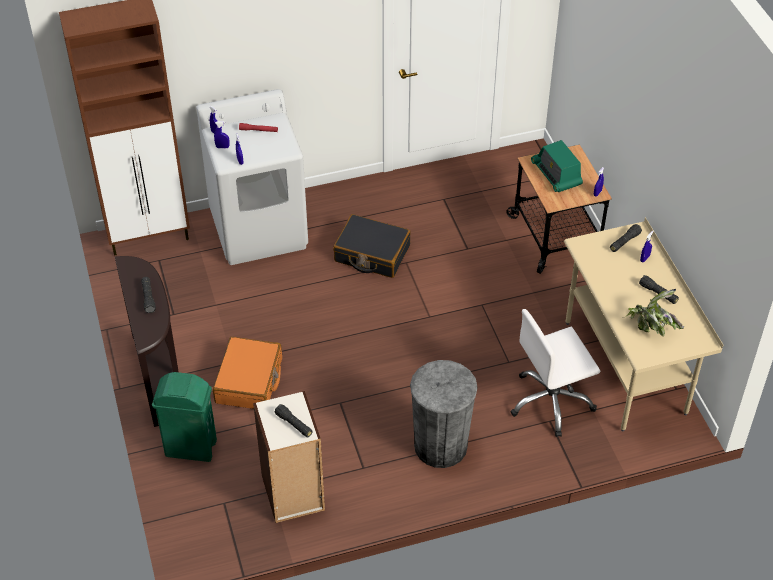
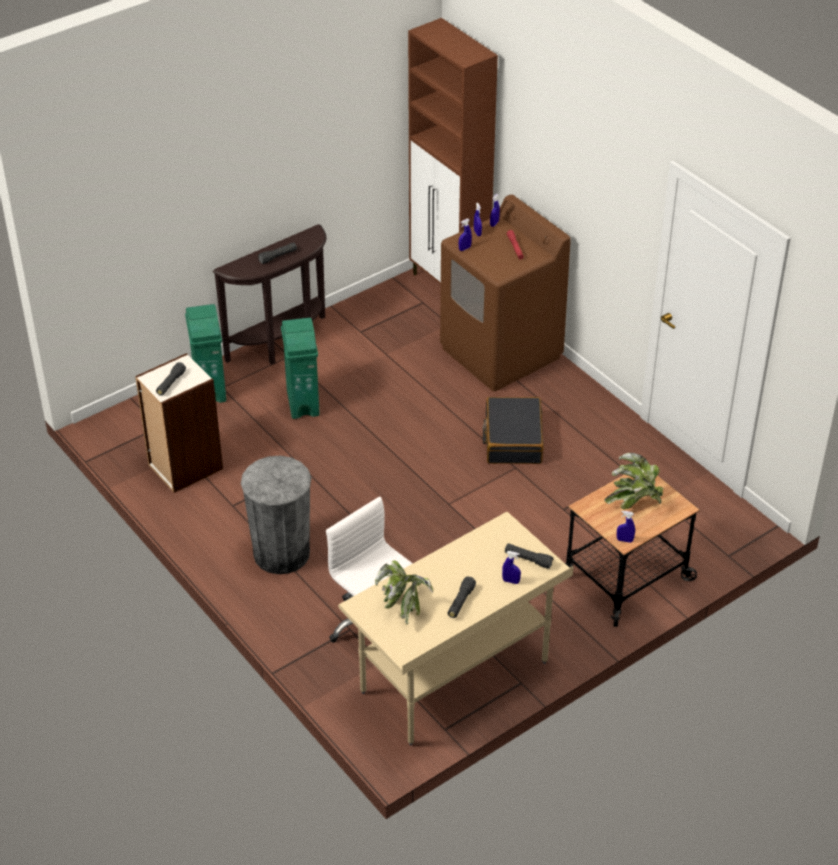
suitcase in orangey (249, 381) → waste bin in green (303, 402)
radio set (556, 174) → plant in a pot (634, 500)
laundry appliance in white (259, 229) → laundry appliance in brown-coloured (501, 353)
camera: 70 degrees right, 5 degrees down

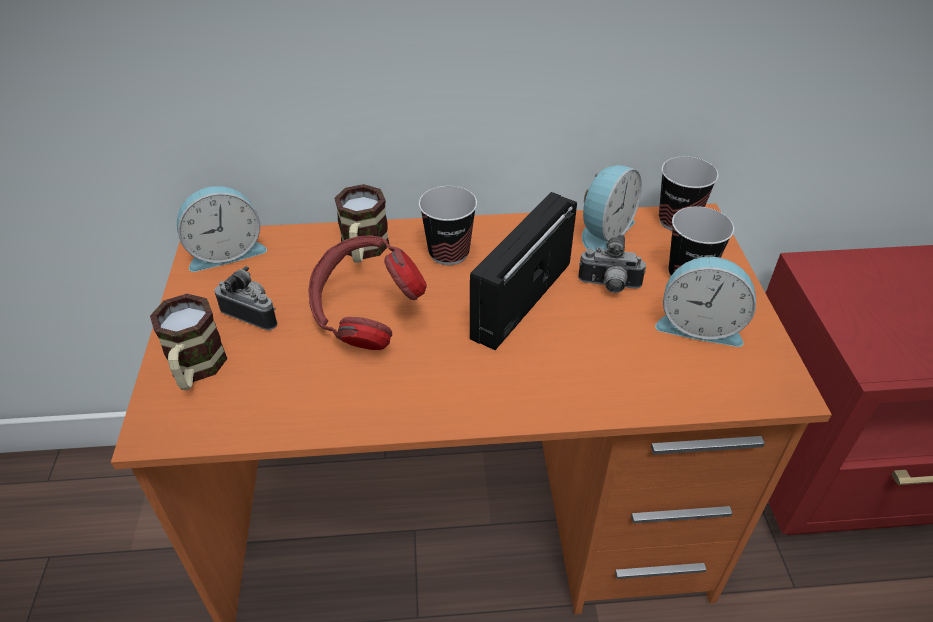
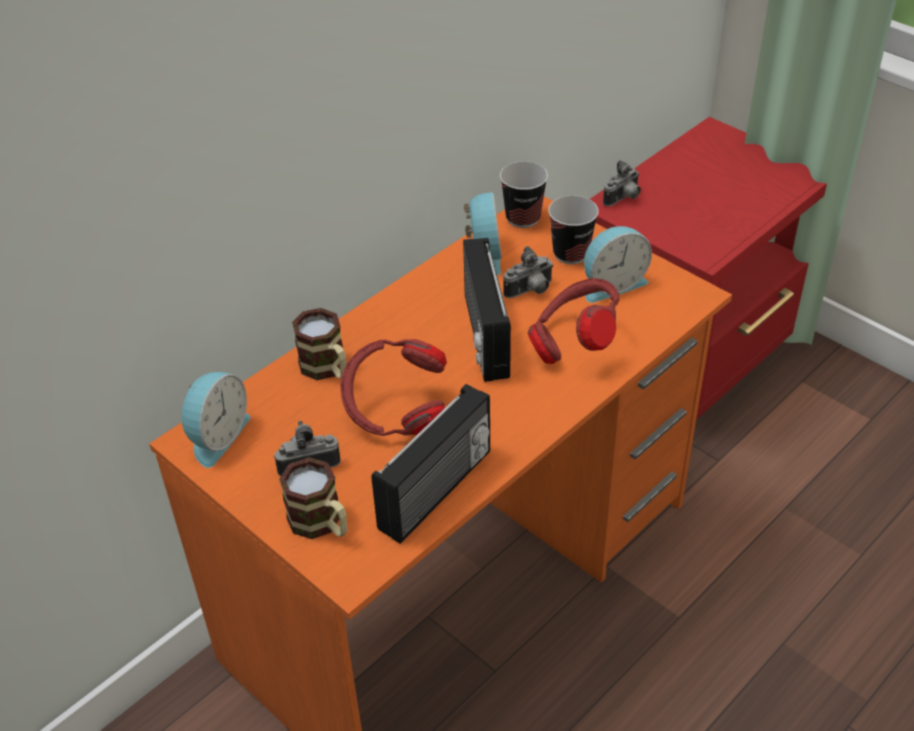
cup (449, 253) → -
- → radio set (438, 491)
- → pair of headphones in red (574, 343)
- → photo camera (623, 199)
camera: 40 degrees left, 0 degrees up

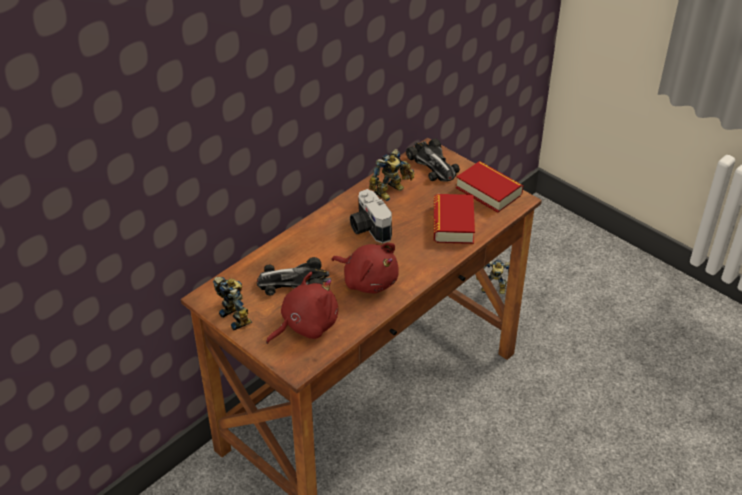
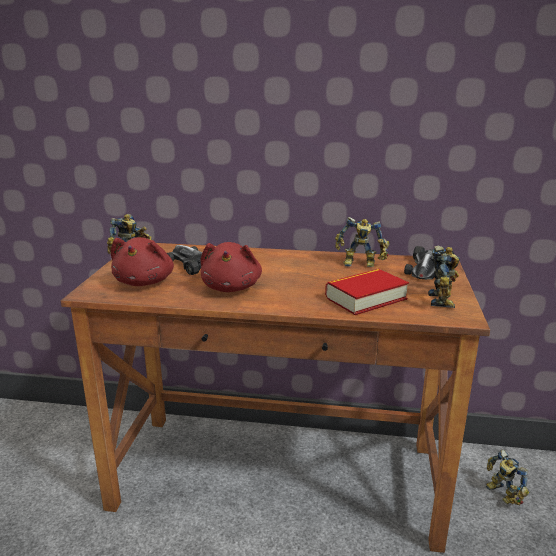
photo camera (368, 228) → -
book (488, 191) → model robot (444, 300)
soft toy in red (306, 325) → soft toy in red (145, 282), 75 degrees clockwise
camera: 55 degrees right, 20 degrees down

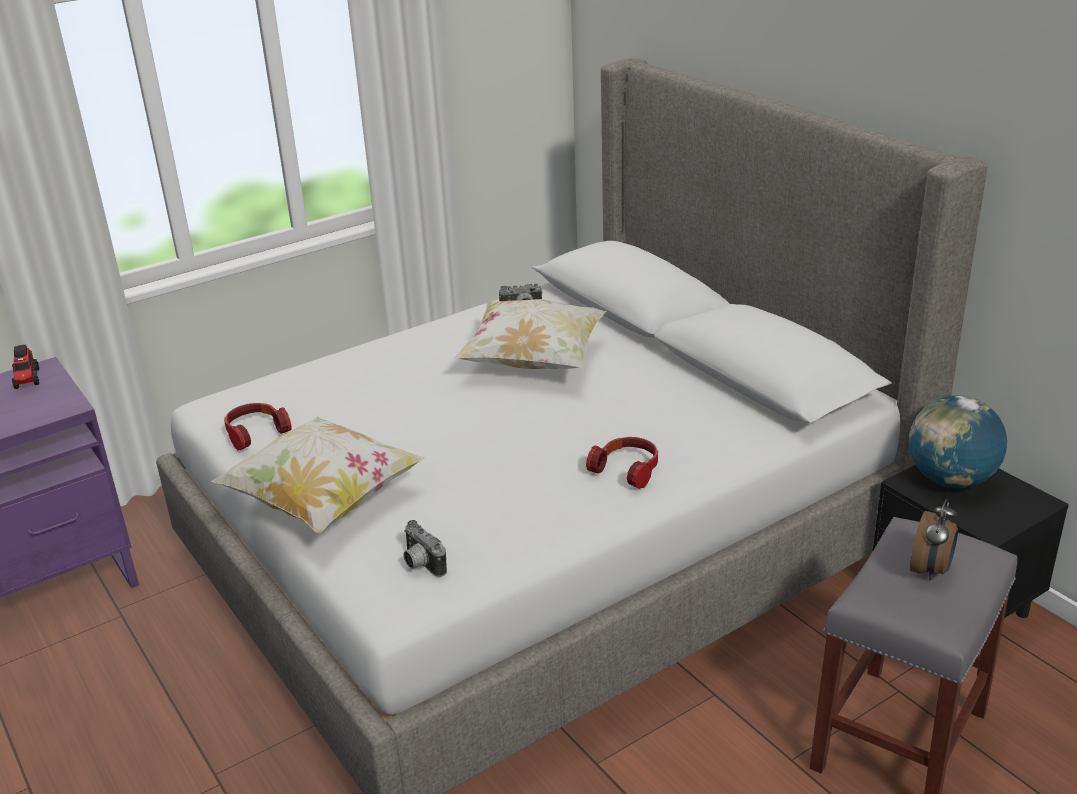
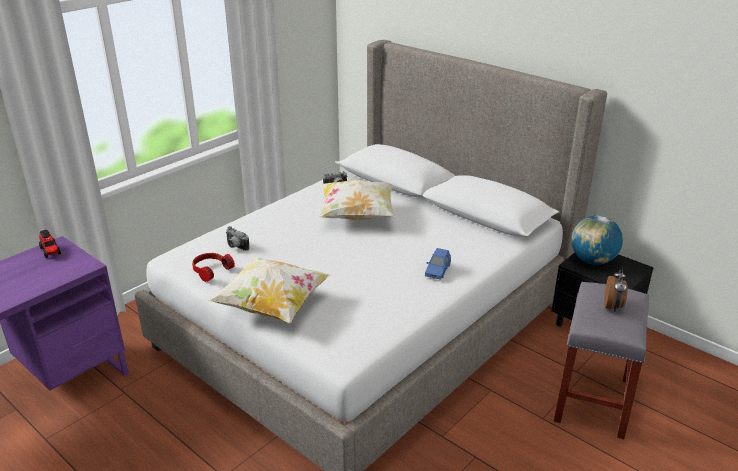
photo camera (420, 564) → photo camera (235, 247), moved
pair of headphones (627, 469) → model car in blue-coloured (437, 270)
camera: 15 degrees left, 0 degrees up

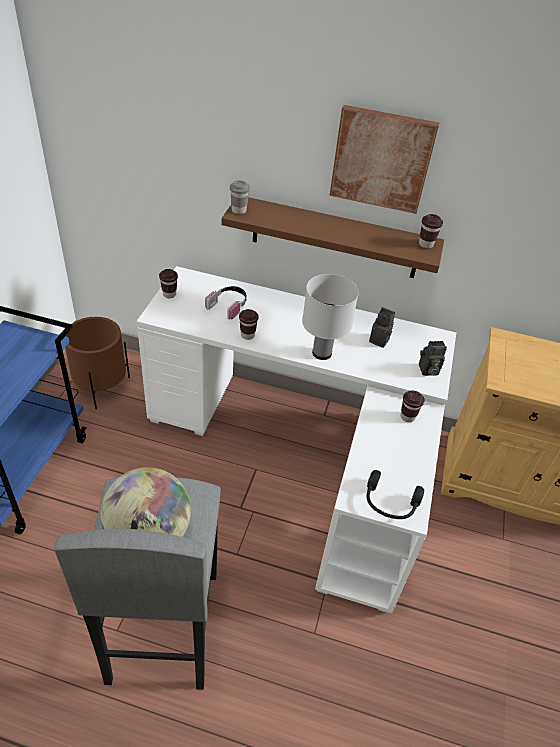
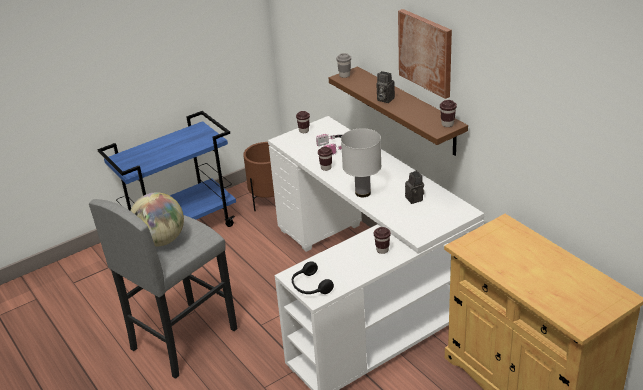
photo camera (427, 370) → photo camera (384, 99), moved
camera: 45 degrees right, 10 degrees down

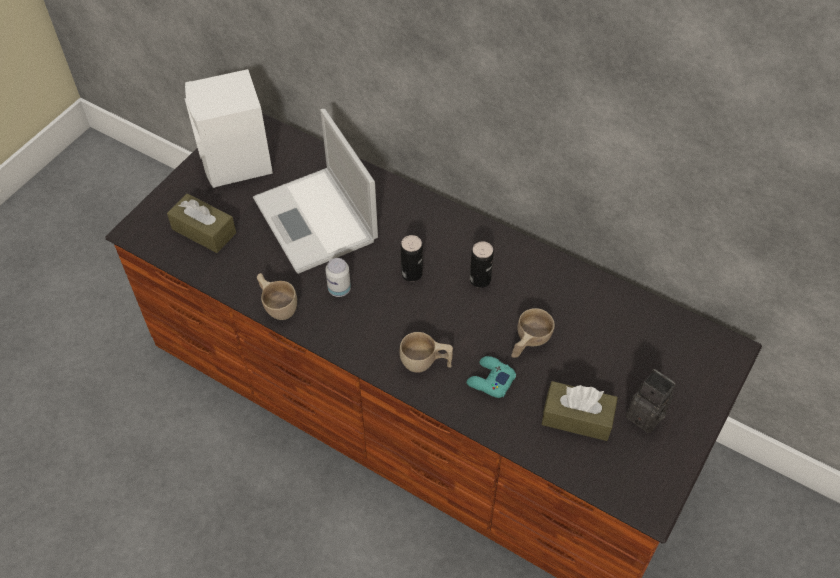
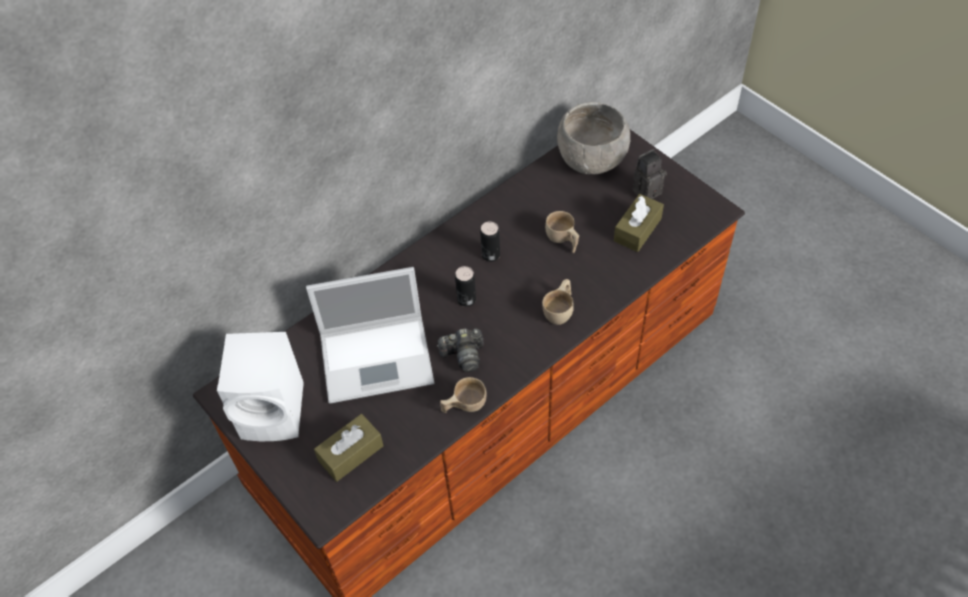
joypad in turquoise (490, 380) → -
- → deep dish in greyish (590, 160)
sealed can (339, 289) → photo camera (463, 355)
camera: 70 degrees left, 0 degrees up

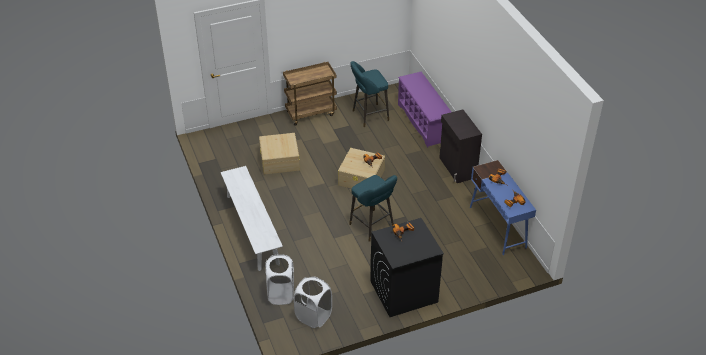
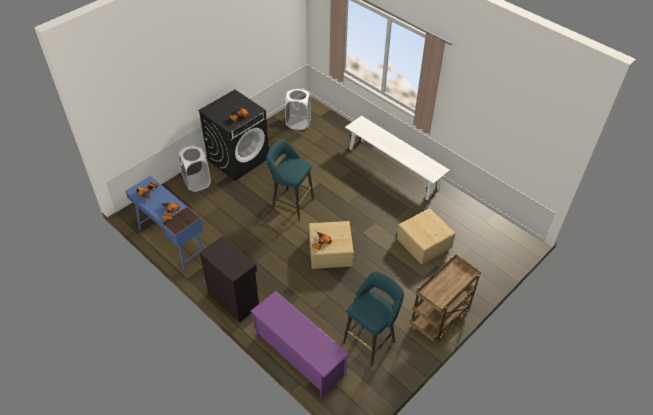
hamper in white (281, 294) → hamper in white (197, 182), moved
camera: 155 degrees right, 5 degrees up

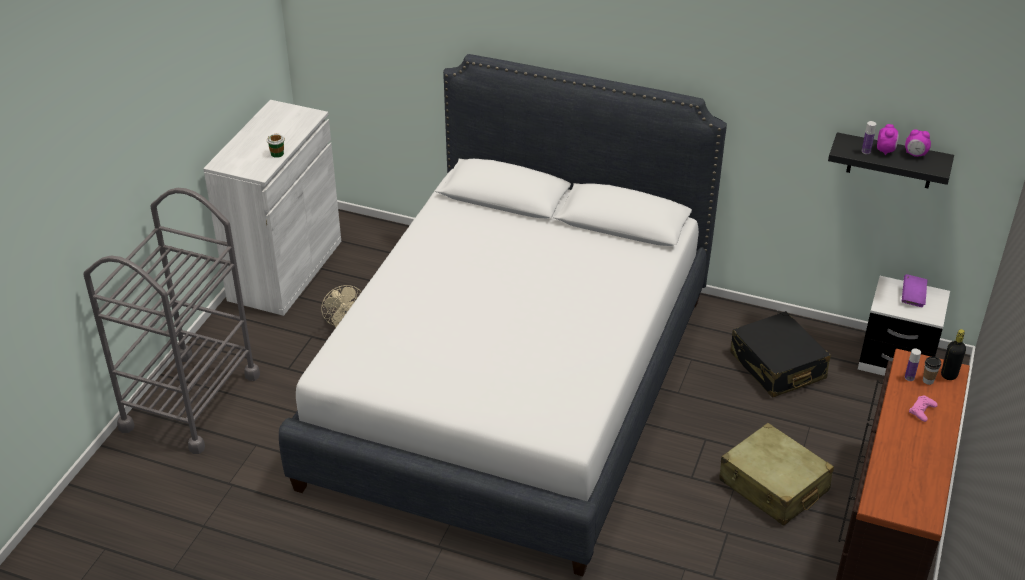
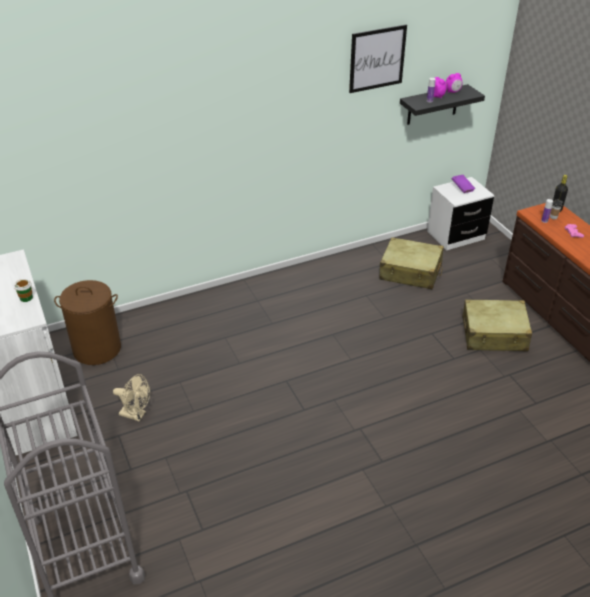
bedroom bed in white (513, 387) → -
- → hamper in brown-coloured (97, 349)
- → wall art (377, 58)
suitcase in blackish (777, 366) → suitcase in sand-coloured (410, 272)
camera: 45 degrees left, 0 degrees up

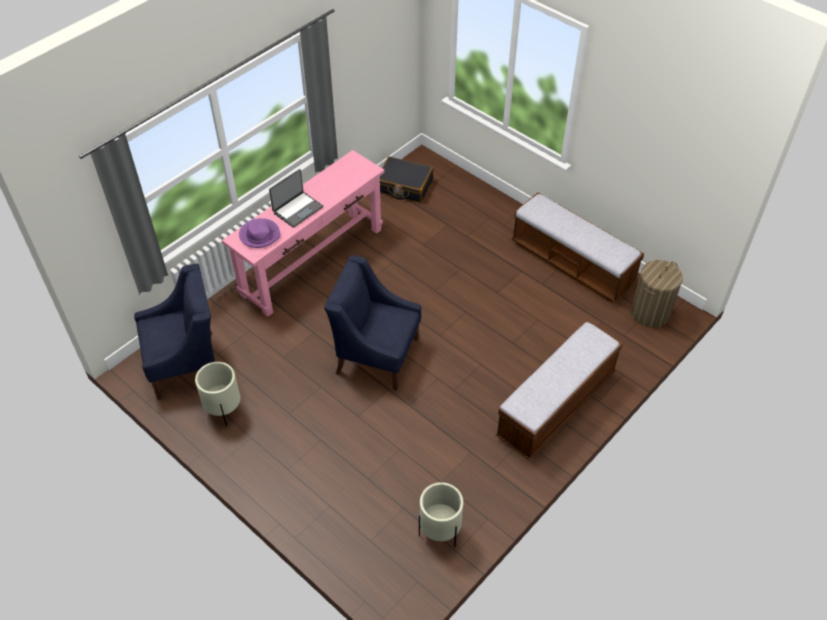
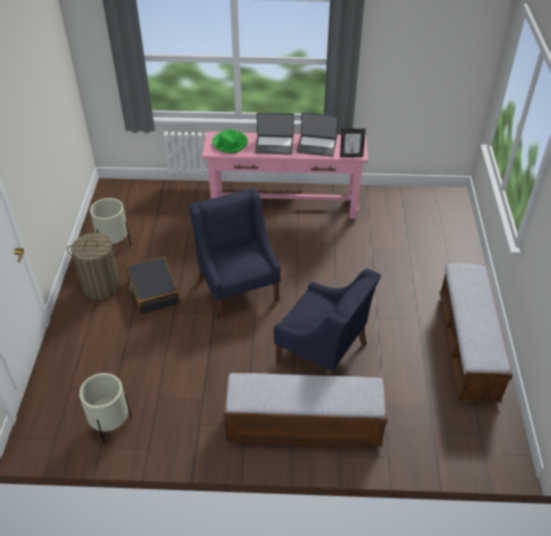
- → notebook computer (317, 146)
- → photo frame (351, 156)
armchair in blue-coloured (186, 364) → armchair in blue-coloured (322, 354), moved
suitcase in blackish (404, 186) → suitcase in blackish (153, 291), moved
hamper (650, 313) → hamper (101, 286), moved
wearable hat in purple (259, 235) → wearable hat in green (230, 143)
camera: 50 degrees right, 5 degrees down

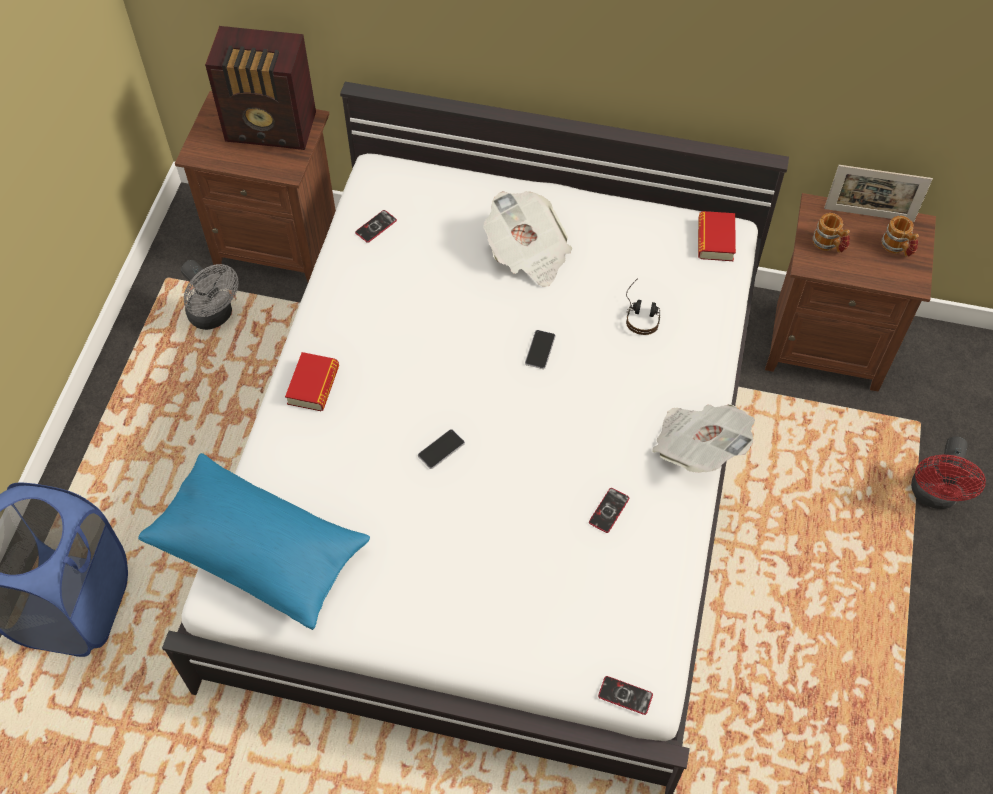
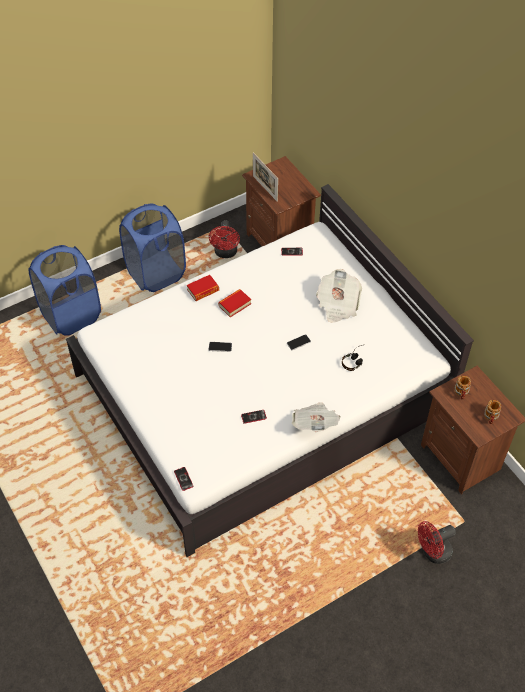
cushion in blue-coloured (259, 551) → -
radio set (272, 129) → -
- → hamper in blue-coloured (156, 273)
book (715, 240) → book (234, 305), moved
photo frame (868, 215) → photo frame (265, 188), moved
cooling fan in greyish (214, 317) → cooling fan in red (225, 253)
camera: 45 degrees right, 5 degrees down

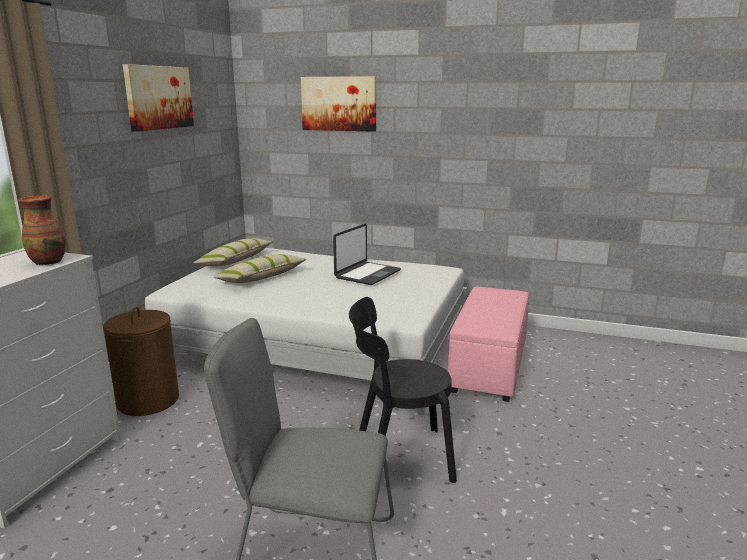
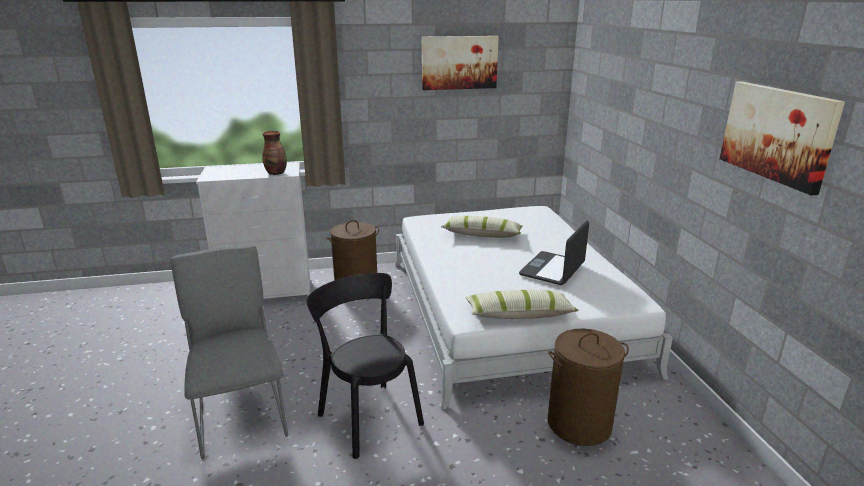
cushion (235, 261) → cushion (519, 314), moved
wall art (339, 103) → wall art (777, 134), moved
pouffe in pinkish (489, 366) → hamper in brown-coloured (579, 424)
notebook computer (367, 274) → notebook computer (553, 269), 120 degrees clockwise
camera: 60 degrees right, 5 degrees up

